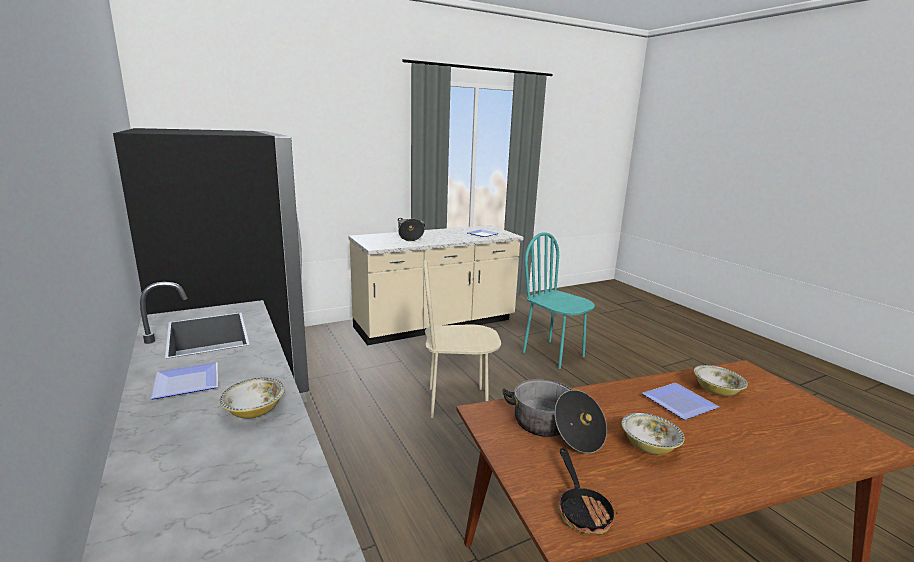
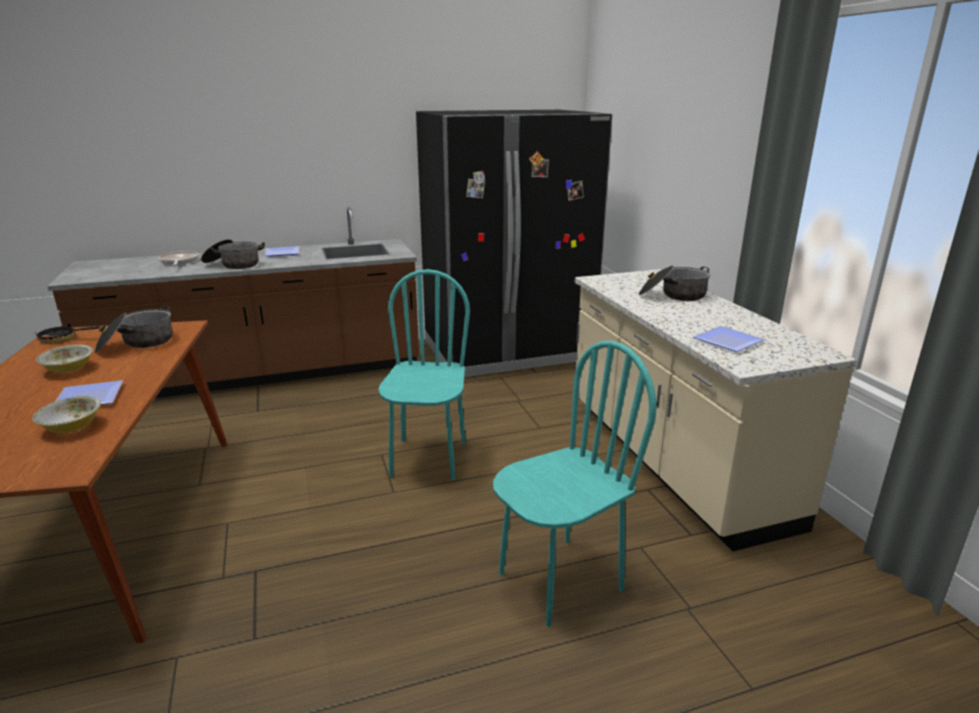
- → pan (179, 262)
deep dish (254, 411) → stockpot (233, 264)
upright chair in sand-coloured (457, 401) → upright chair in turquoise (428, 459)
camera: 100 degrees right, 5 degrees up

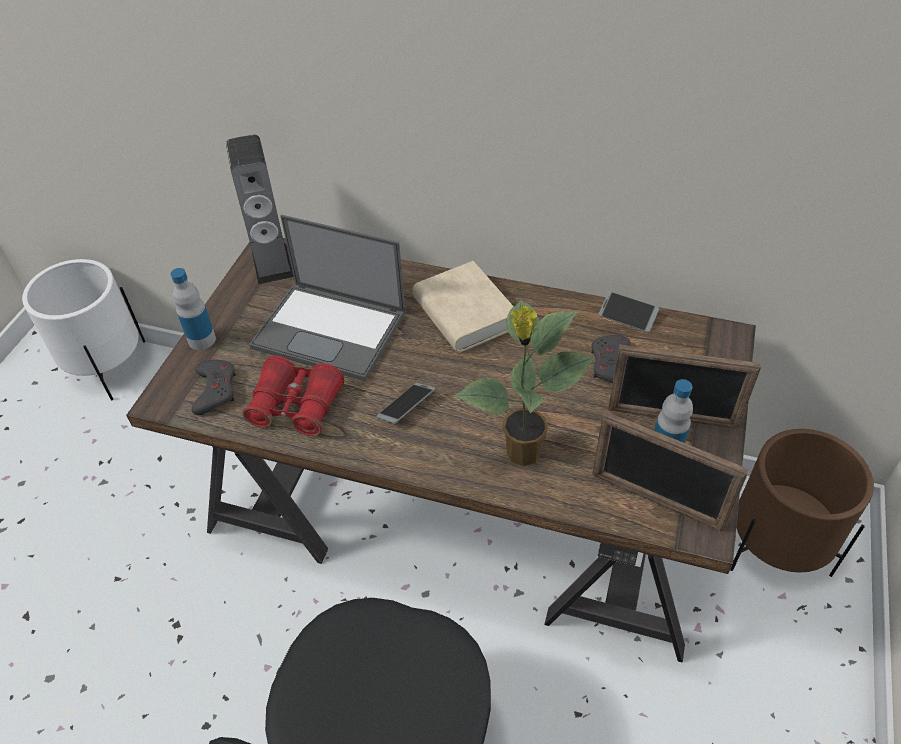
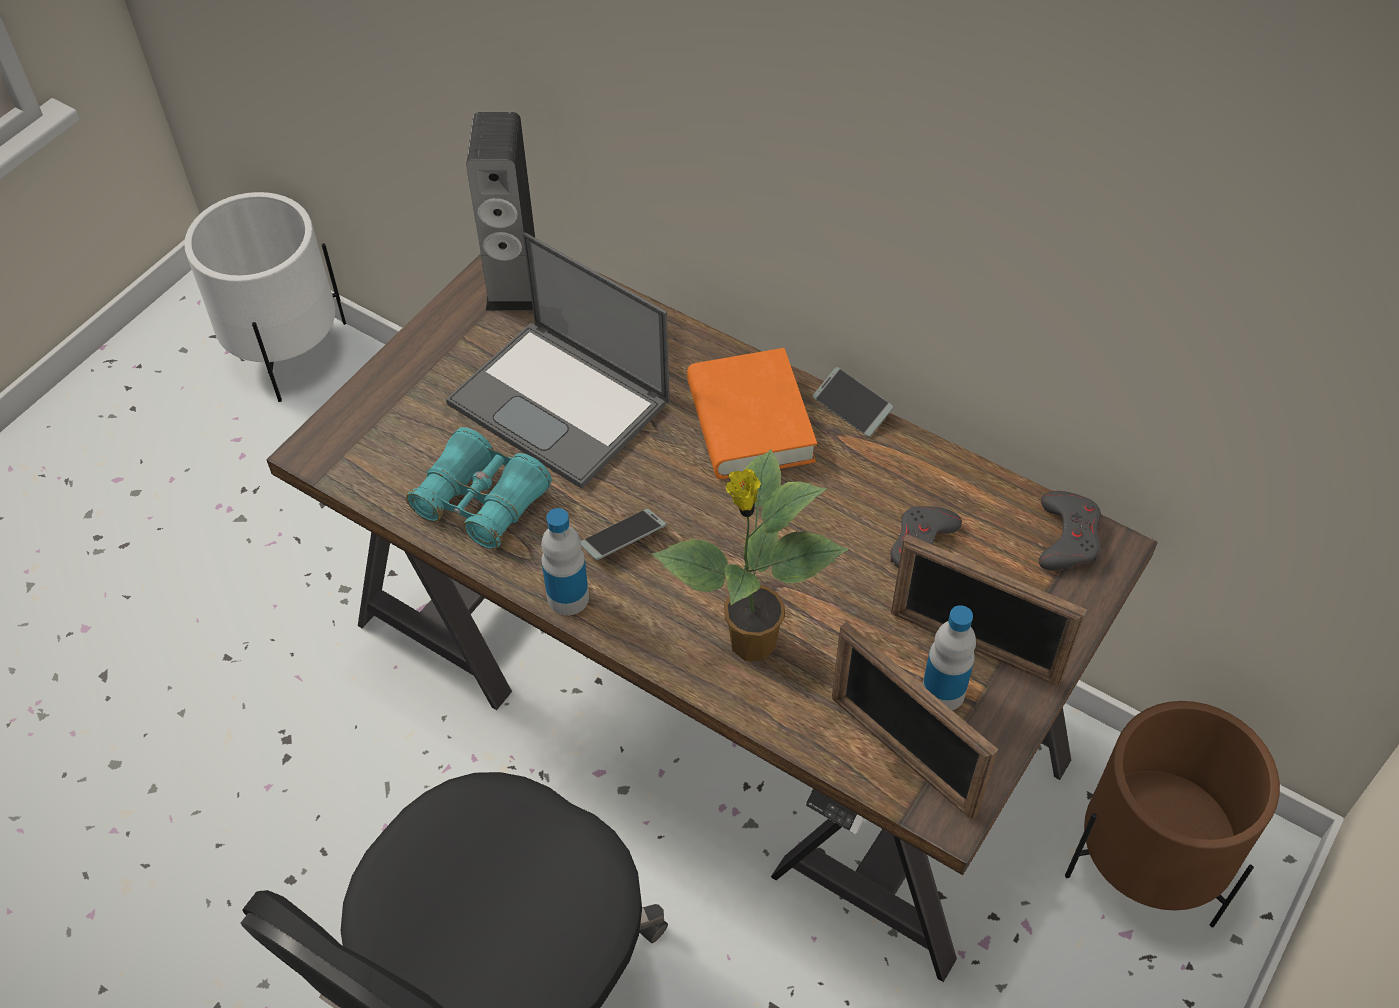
beverage bottle (202, 340) → beverage bottle (568, 597), moved
joypad in greyish (215, 390) → joypad in greyish (1067, 537), moved
phone (627, 316) → phone (852, 407), moved
binoculars in red (296, 406) → binoculars in turquoise (481, 501)
book in sand-coloured (465, 313) → book in orangey (750, 422)
camera: 15 degrees right, 5 degrees up

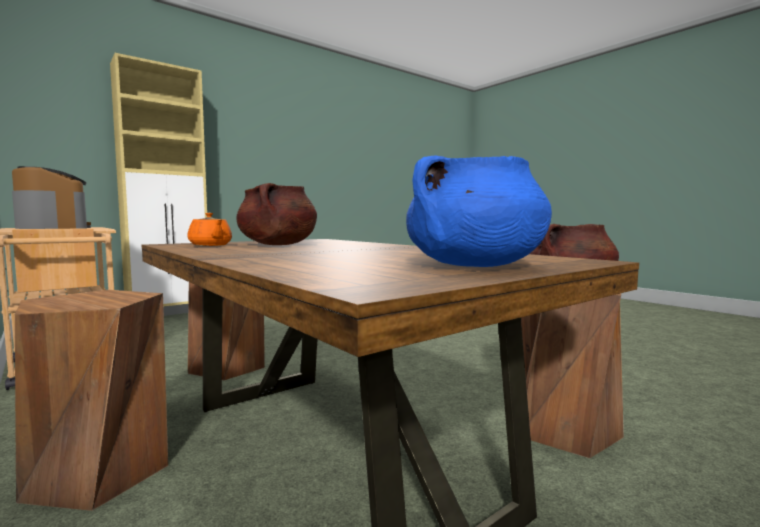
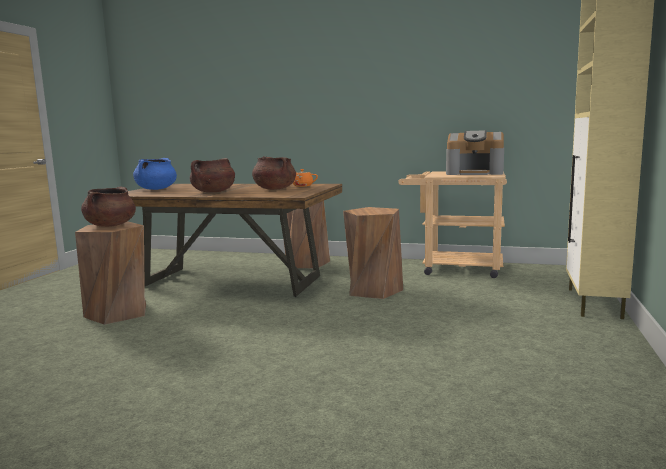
- → stockpot in brown-coloured (213, 192)
camera: 145 degrees right, 5 degrees up

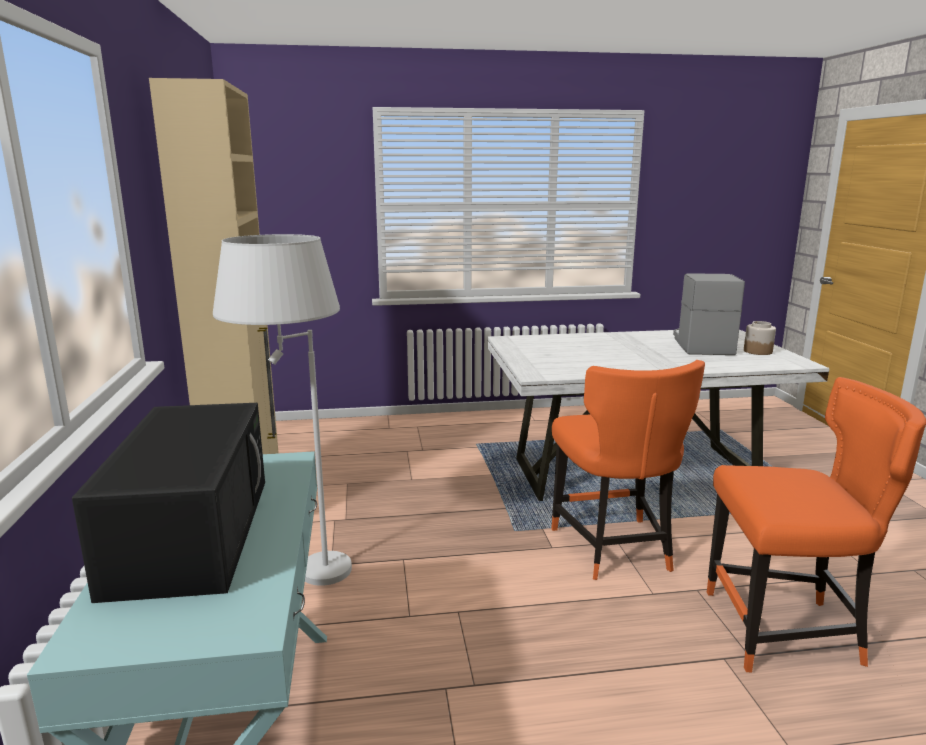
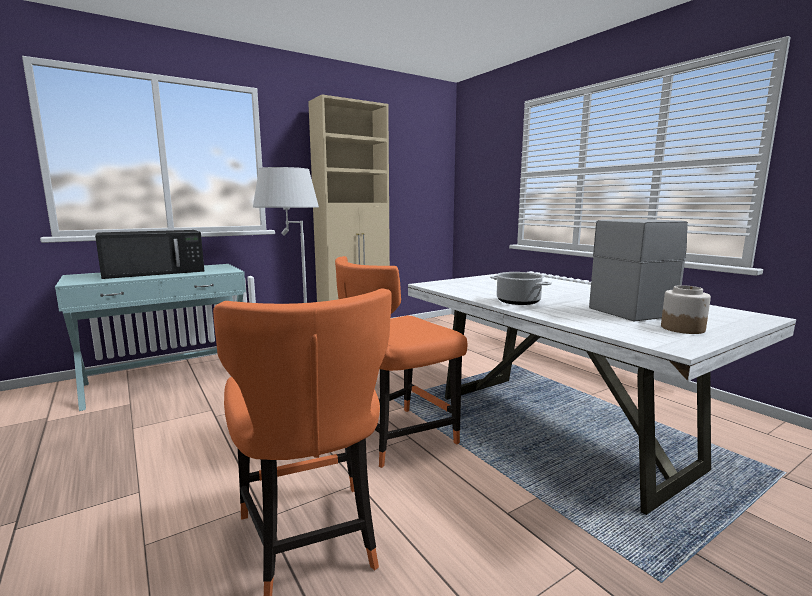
- → stockpot (517, 301)
camera: 65 degrees right, 5 degrees down

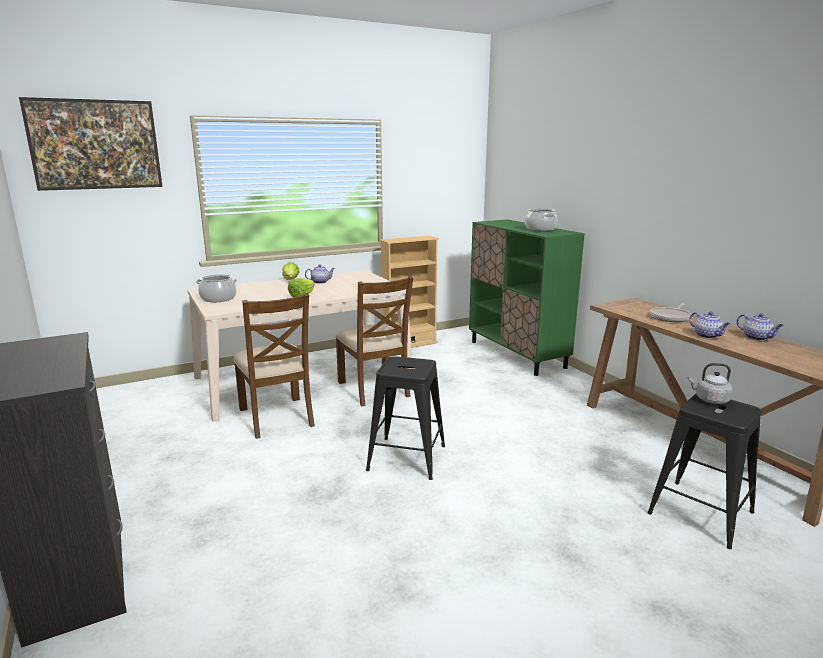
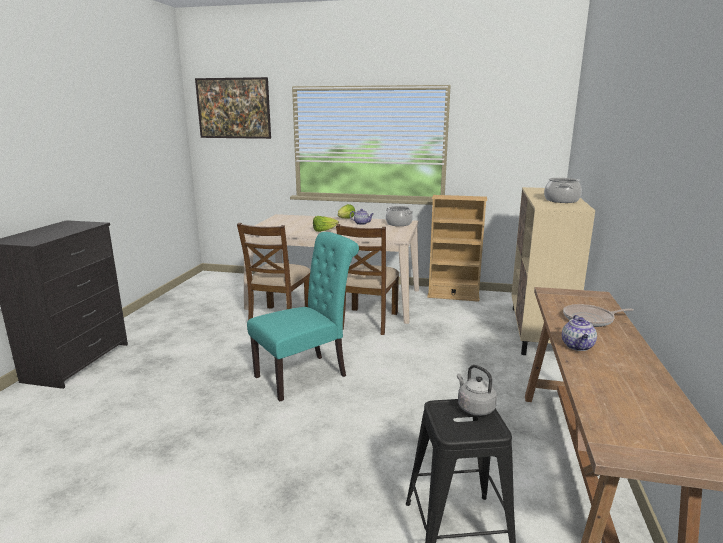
tea pot (757, 338) → -
stockpot (218, 299) → stockpot (398, 224), moved
sitting stool in blackish (406, 458) → upright chair in turquoise (306, 375)
cupboard in green (517, 354) → cupboard in sand-coloured (538, 331)
camera: 40 degrees right, 0 degrees up

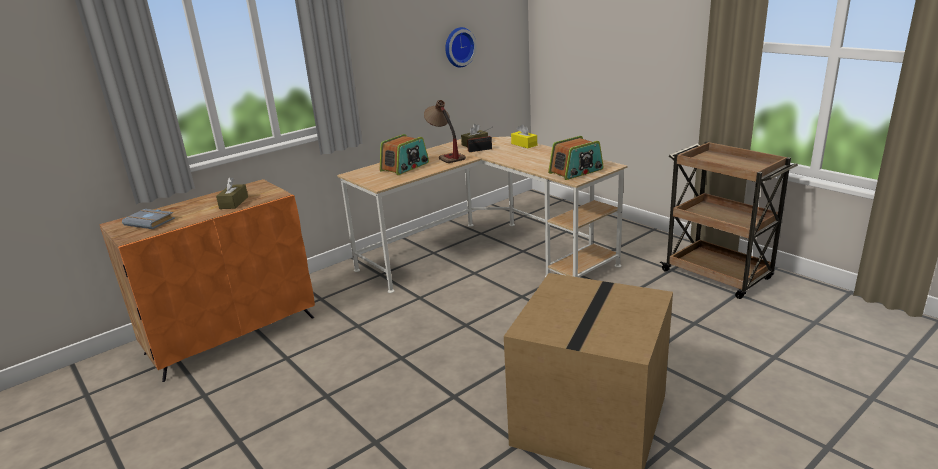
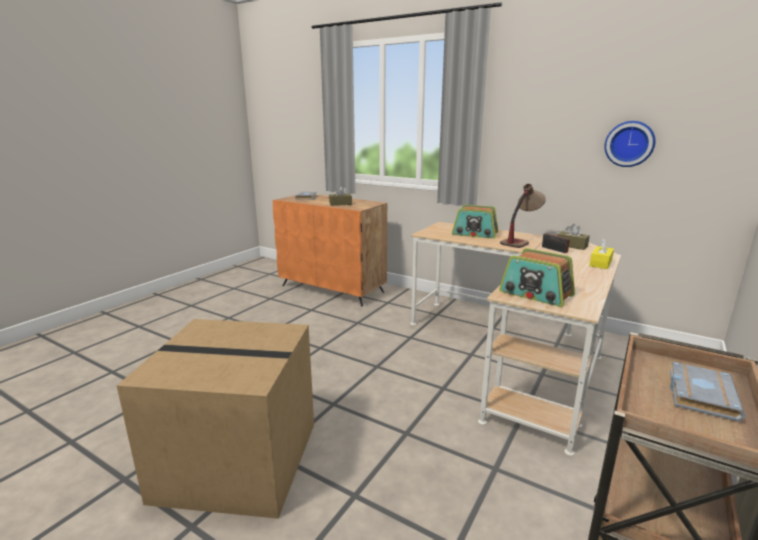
- → book in greyish (699, 394)
camera: 70 degrees right, 5 degrees down

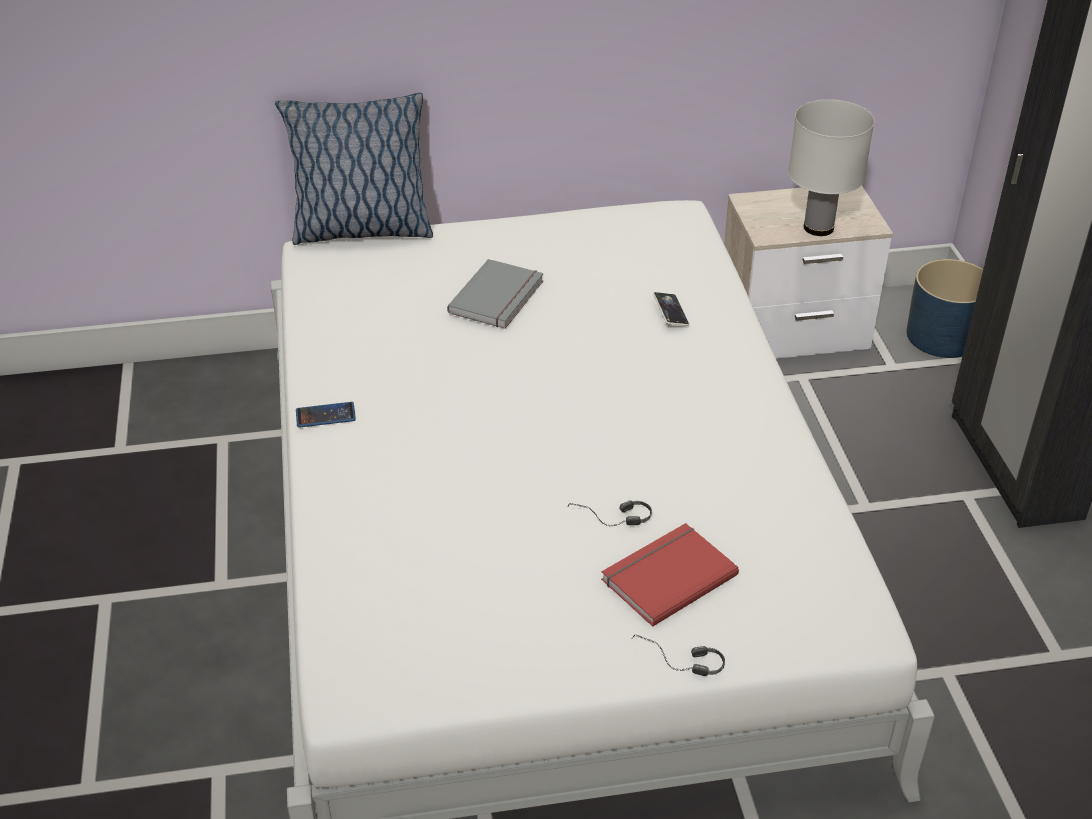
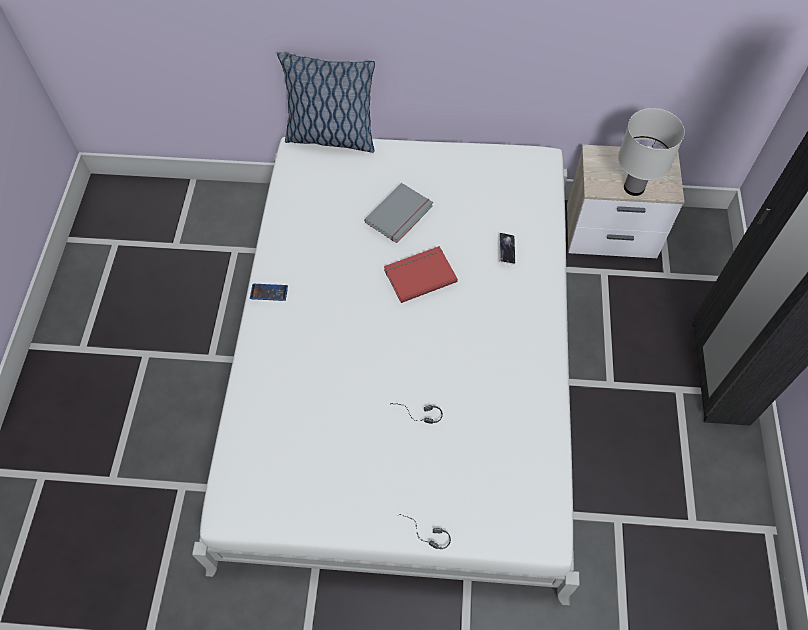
flower pot in blue-coloured (942, 336) → -
book in red (666, 575) → book in red (419, 274), moved
camera: 15 degrees right, 20 degrees up

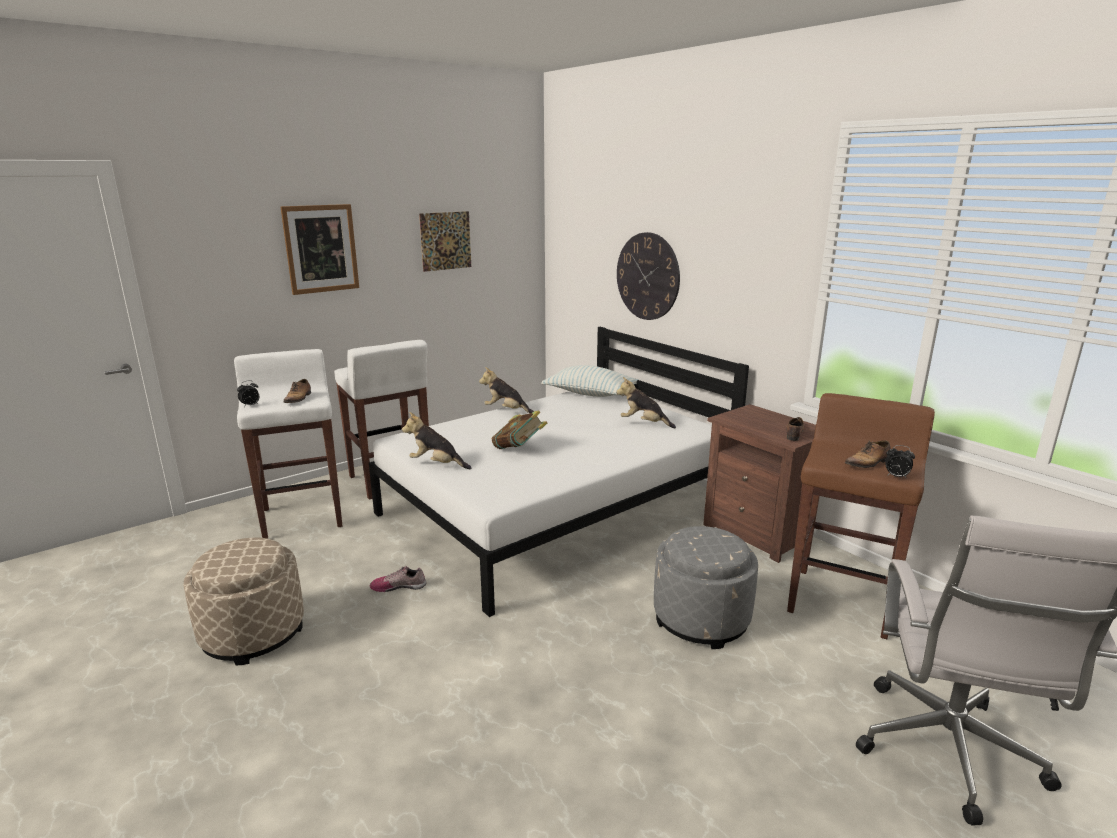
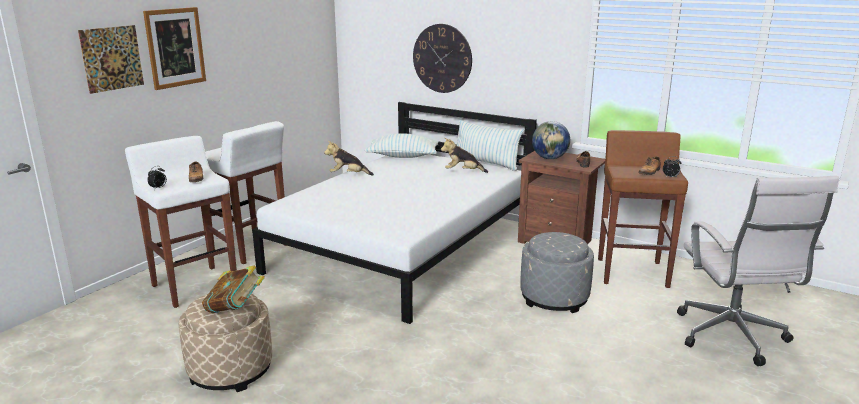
item of footwear (398, 586) → -
soft toy (437, 464) → -
- → cushion (486, 163)
- → world globe (550, 158)
wall art (445, 241) → wall art (112, 58), moved
book (519, 449) → book (235, 309), moved
camera: 20 degrees left, 0 degrees up

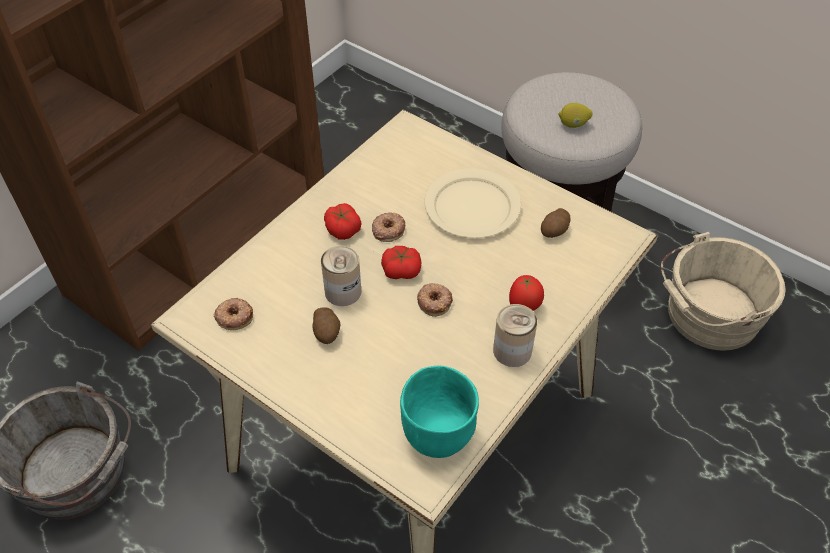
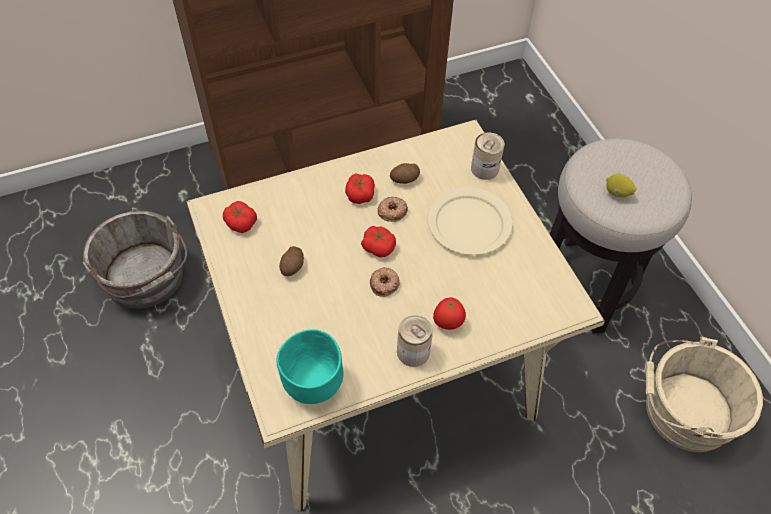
sealed can (343, 291) → sealed can (484, 169), moved
spud (554, 231) → spud (405, 179), moved
doughnut (234, 316) → tomato (240, 223)
camera: 30 degrees right, 5 degrees up

